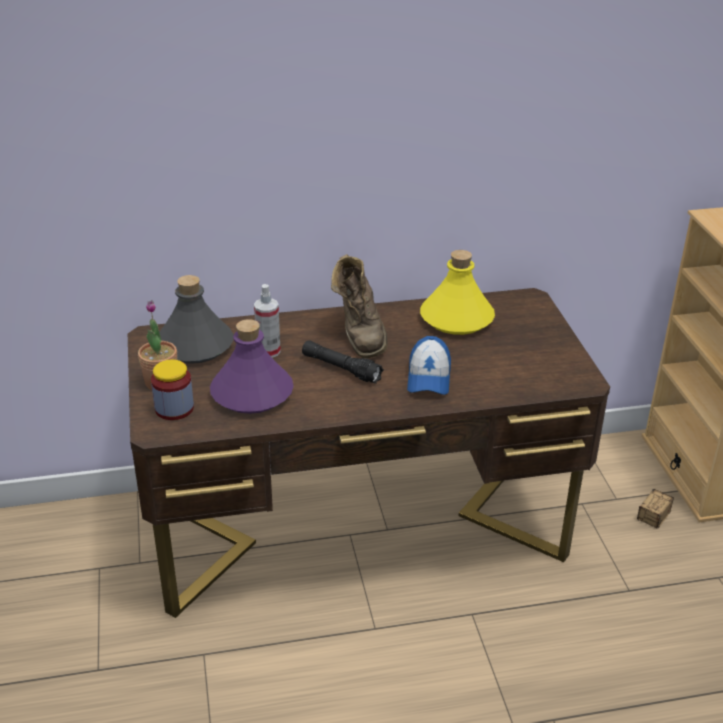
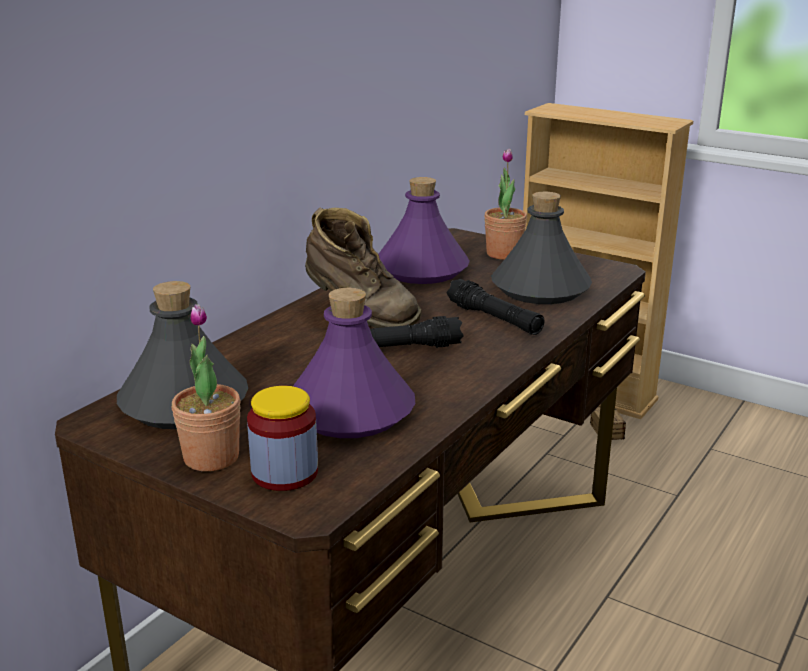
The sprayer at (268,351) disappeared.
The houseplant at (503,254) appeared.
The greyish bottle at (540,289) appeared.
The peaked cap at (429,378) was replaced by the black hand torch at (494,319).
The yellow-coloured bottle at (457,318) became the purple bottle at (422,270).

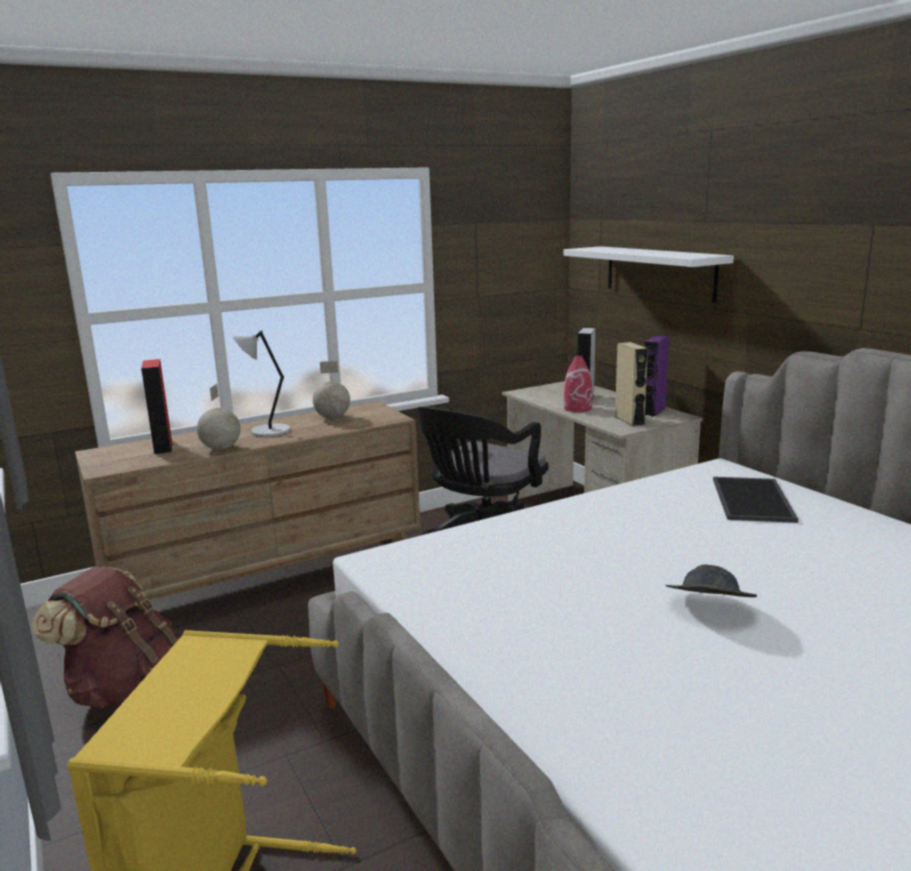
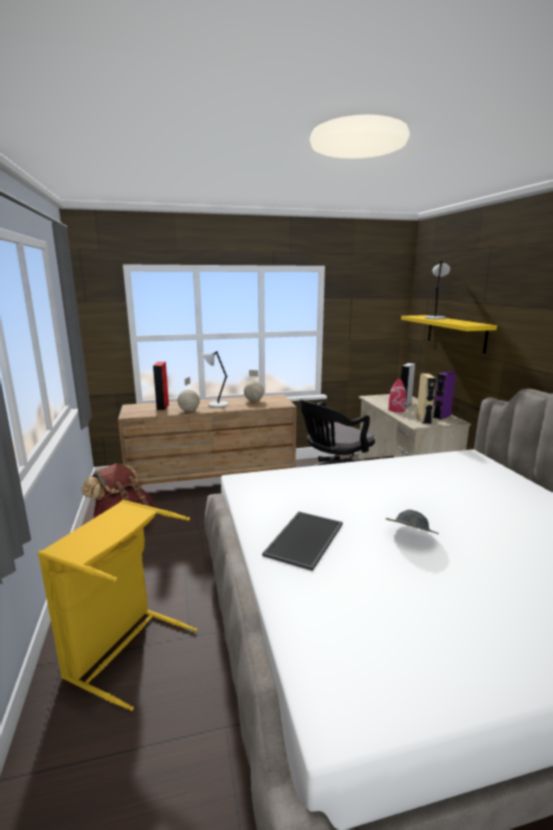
The greyish tabletop lamp at (435,318) appeared.
The serving tray moved from (754,500) to (305,540).
The white-coloured wall shelf at (659,272) became the yellow-coloured wall shelf at (455,333).

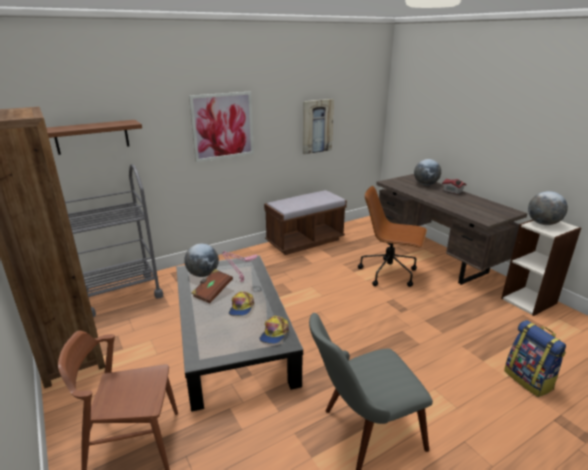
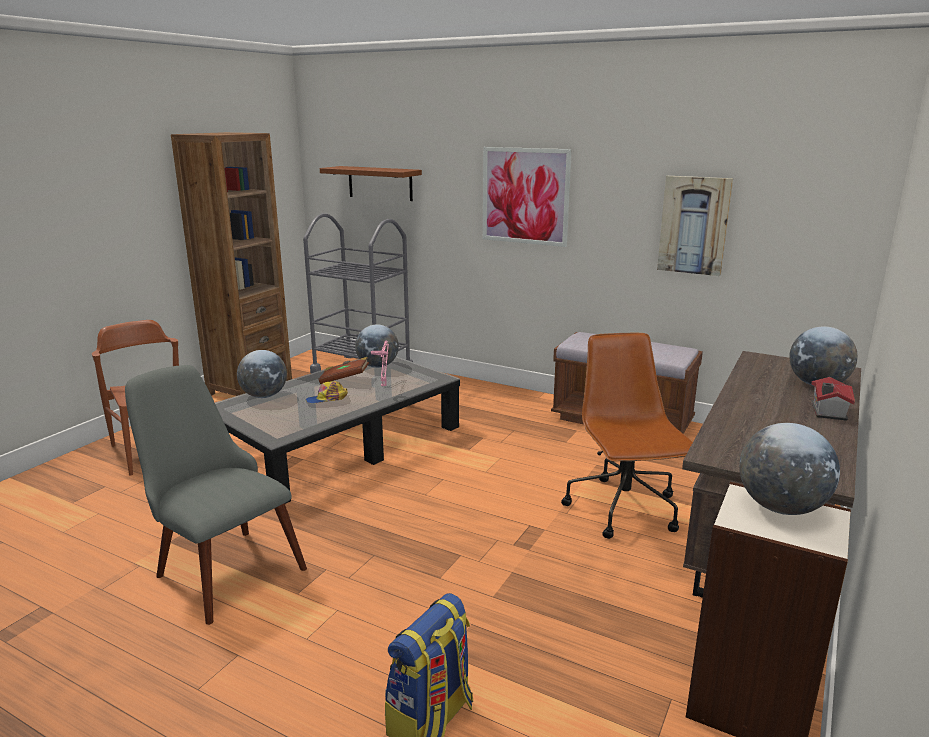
The peaked cap at (274,333) disappeared.
The globe at (264,396) appeared.

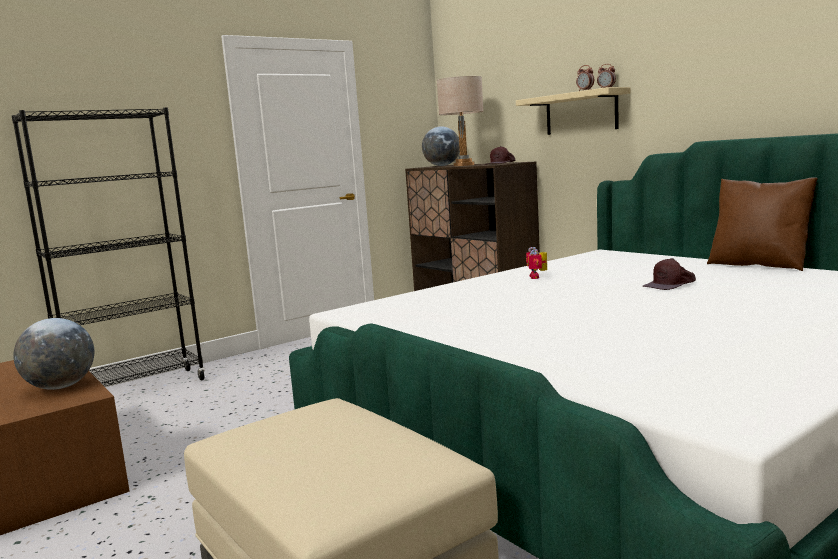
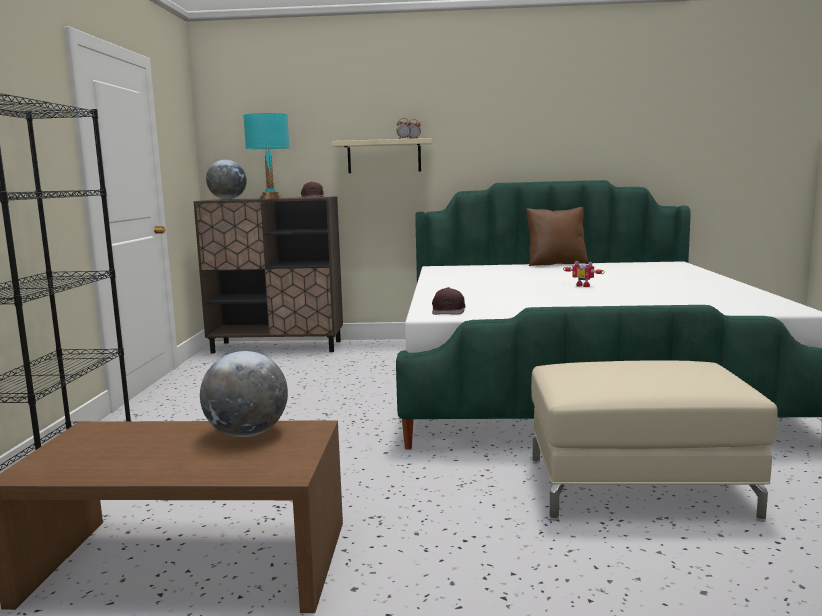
The toy robot moved from (537,277) to (584,285).
The brownish peaked cap moved from (670,285) to (449,311).
The beige tabletop lamp at (463,165) became the turquoise tabletop lamp at (270,198).

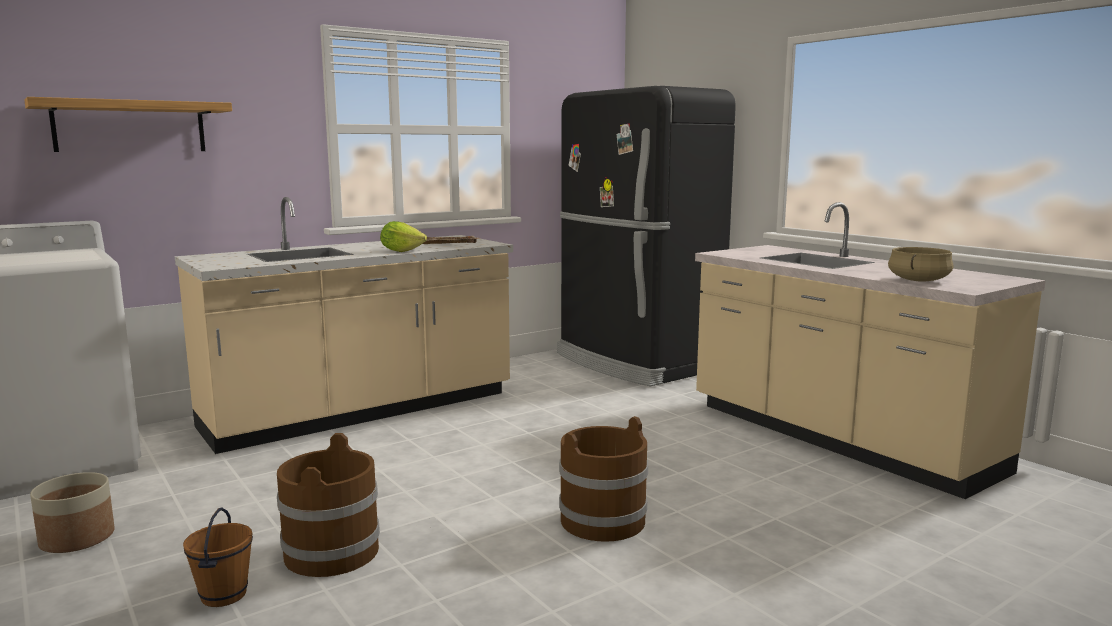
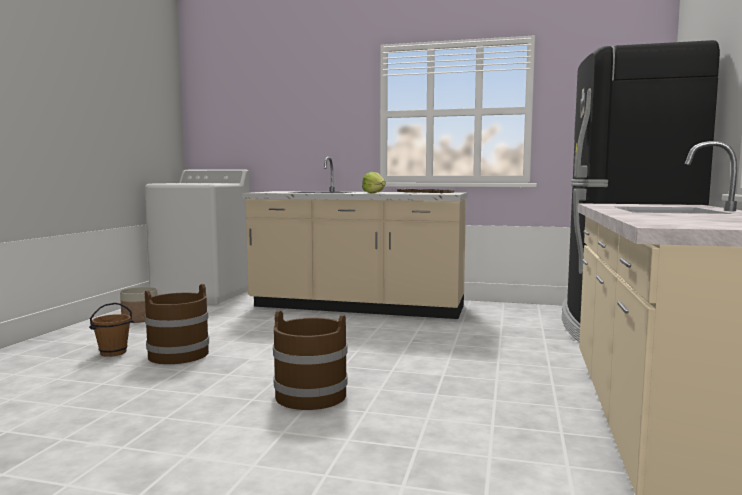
The wall shelf at (130,127) disappeared.
The beige cooking pot at (919,280) disappeared.

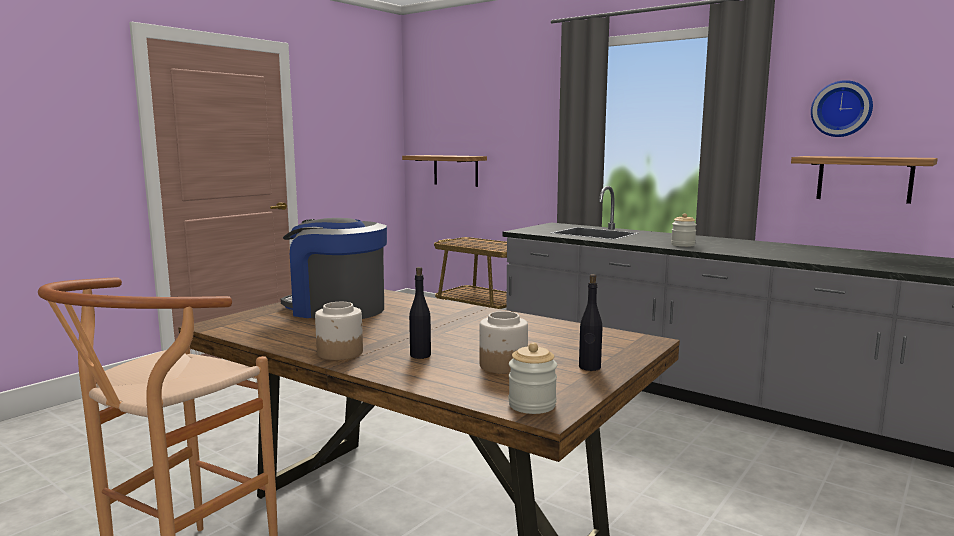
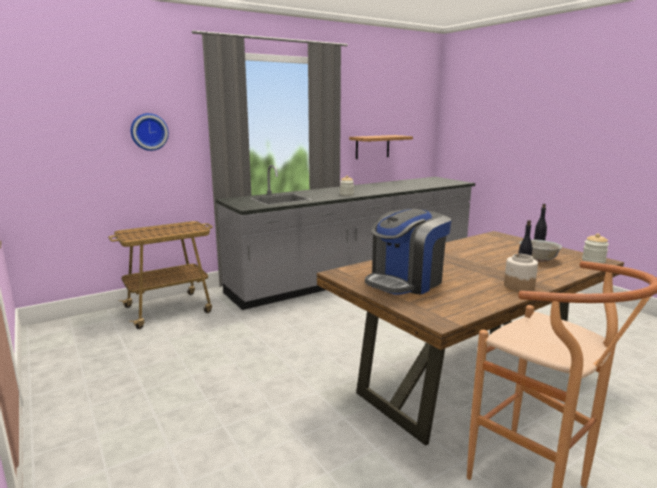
The wall shelf at (455,170) disappeared.
The wall clock moved from (841,109) to (149,132).
The jar at (502,365) was replaced by the white-coloured deep dish at (538,259).

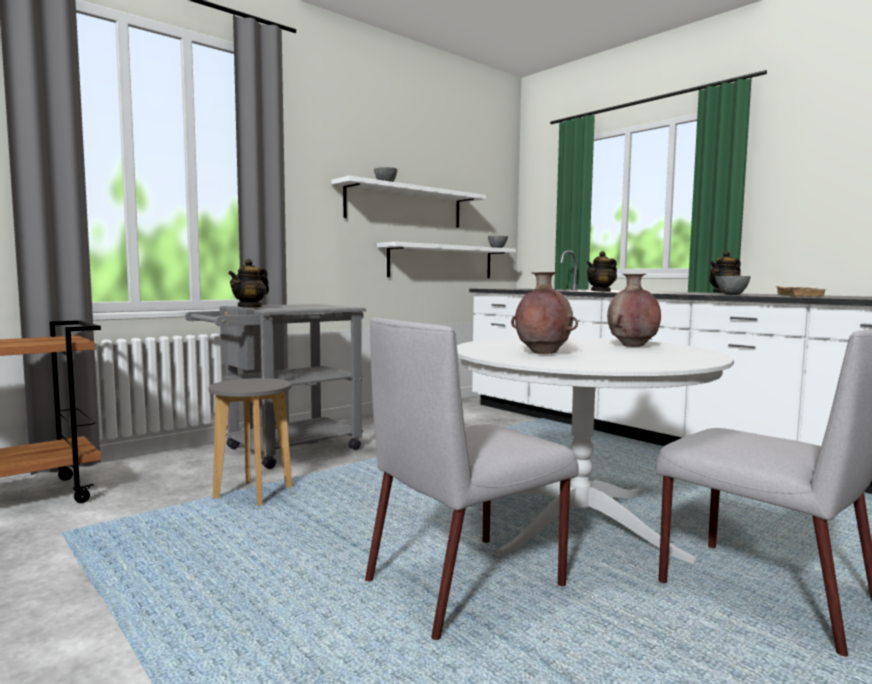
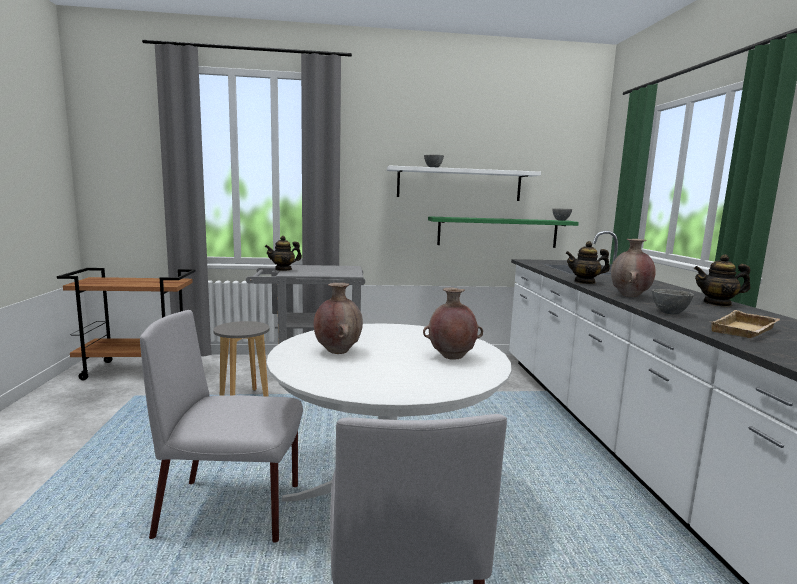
The brownish decorative vase at (630,296) appeared.
The white-coloured wall shelf at (442,262) became the green wall shelf at (497,232).

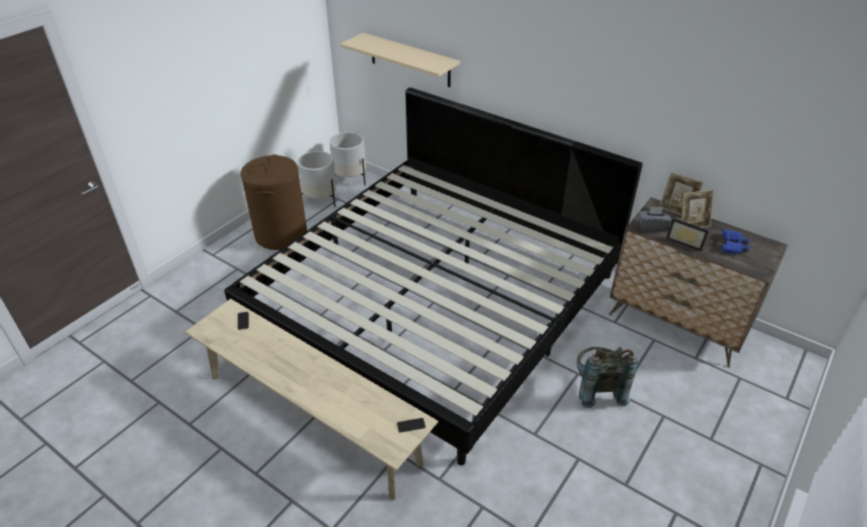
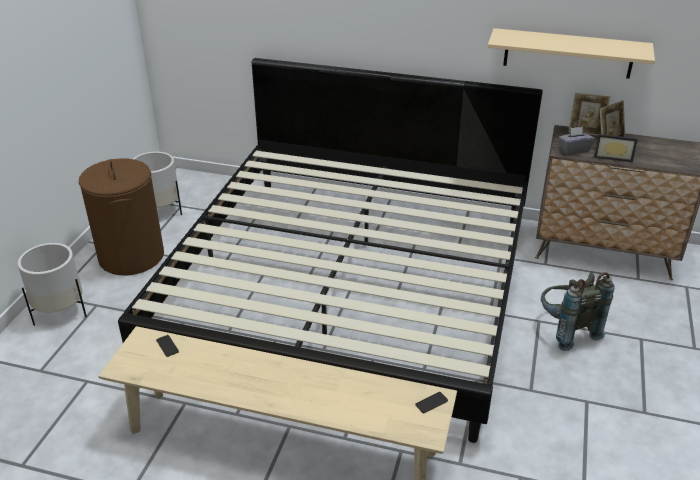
The bluish field glasses at (732,245) disappeared.
The white-coloured planter moved from (350,179) to (60,312).
The beige wall shelf moved from (410,60) to (568,53).

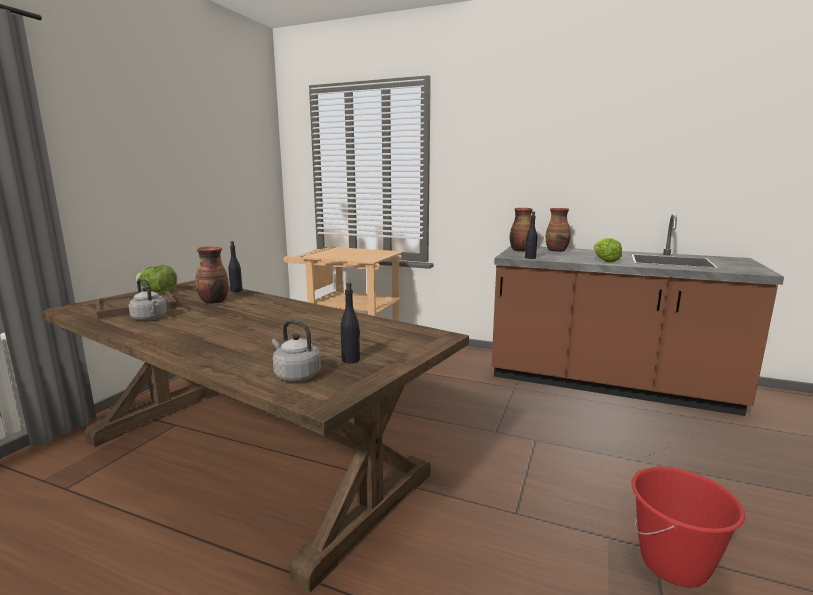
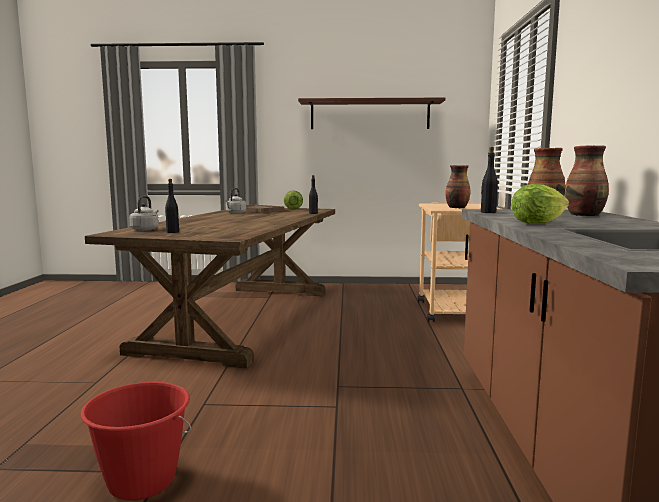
The wall shelf at (370,115) appeared.
The decorative vase moved from (213,301) to (456,208).

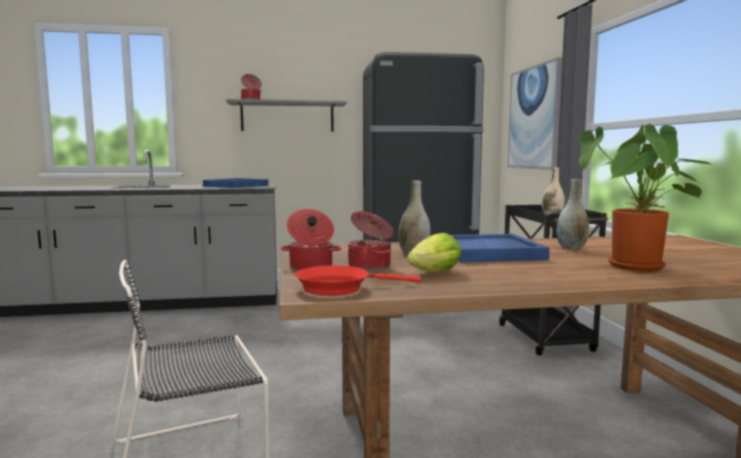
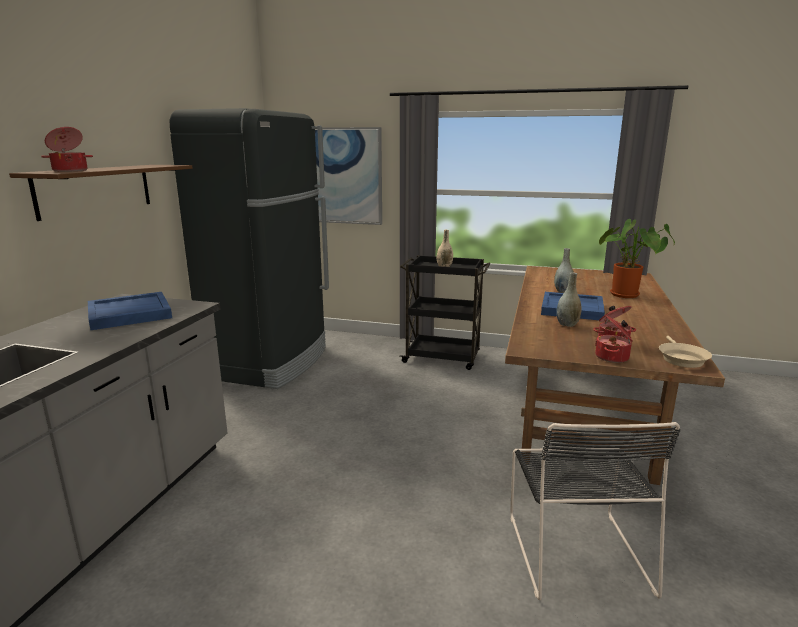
The head of lettuce at (432,273) disappeared.
The greyish wall shelf at (287,117) became the brownish wall shelf at (95,190).
The red-coloured pan at (339,288) became the beige pan at (681,358).

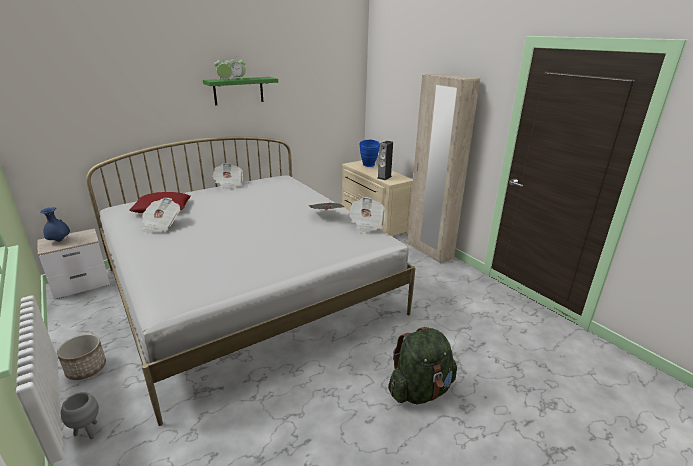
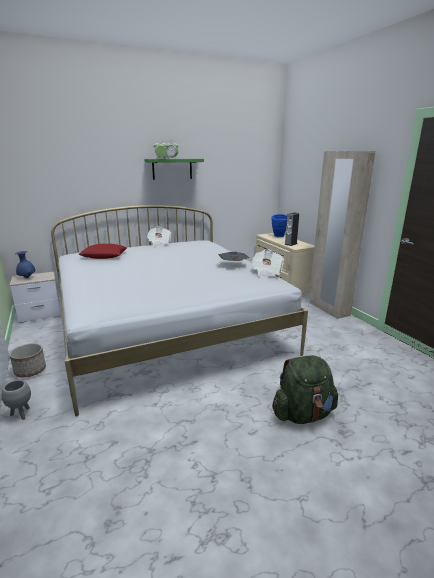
The daily paper at (160,226) disappeared.

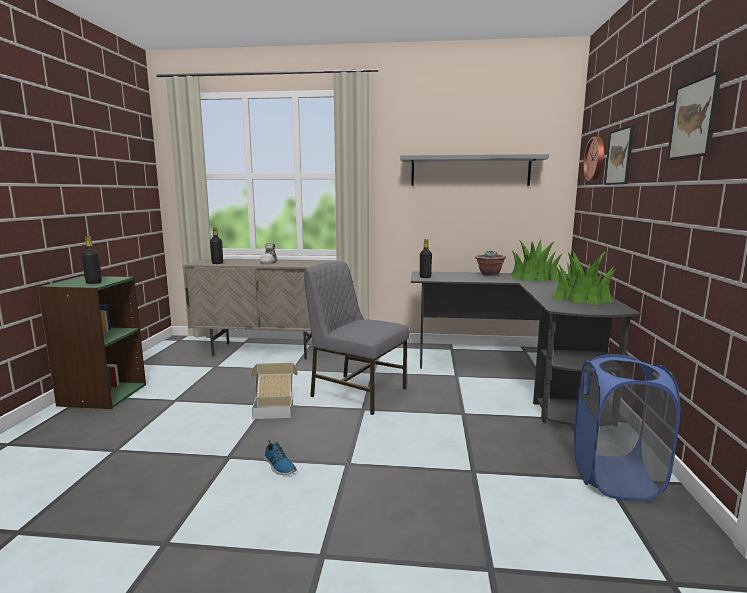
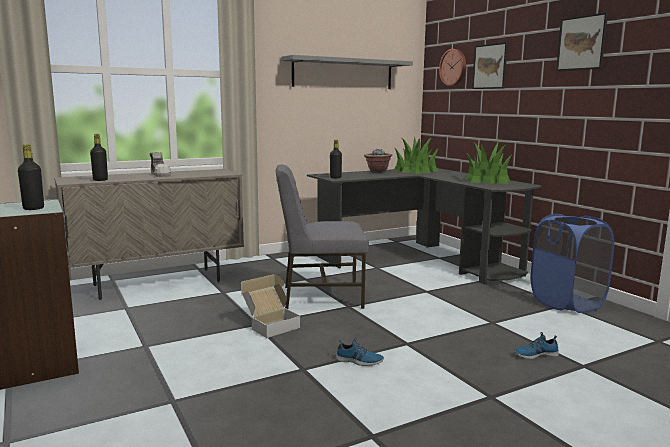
The item of footwear at (535,354) appeared.

